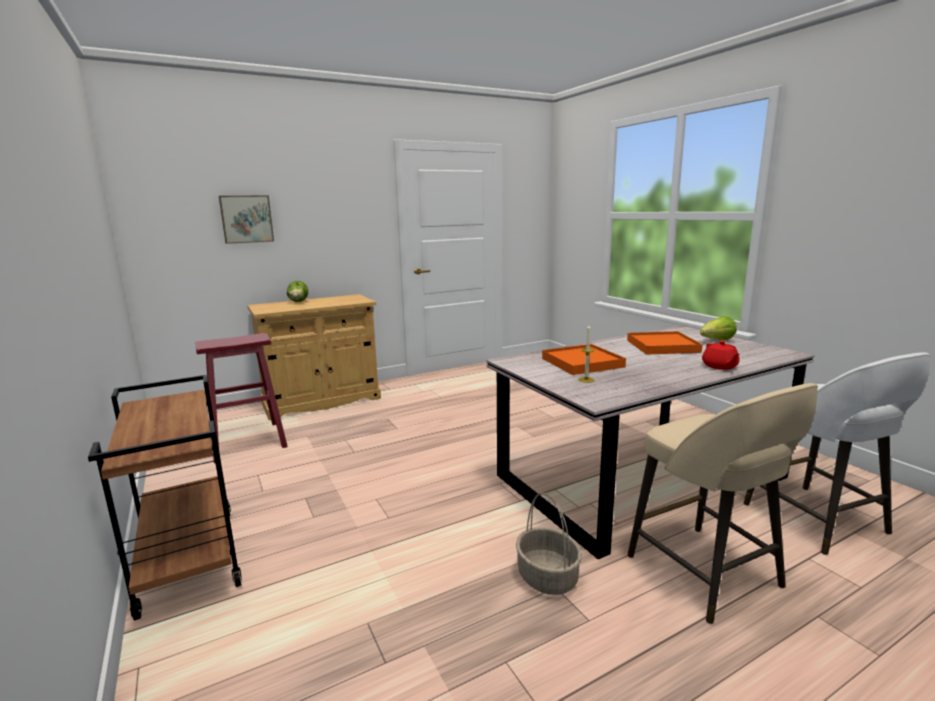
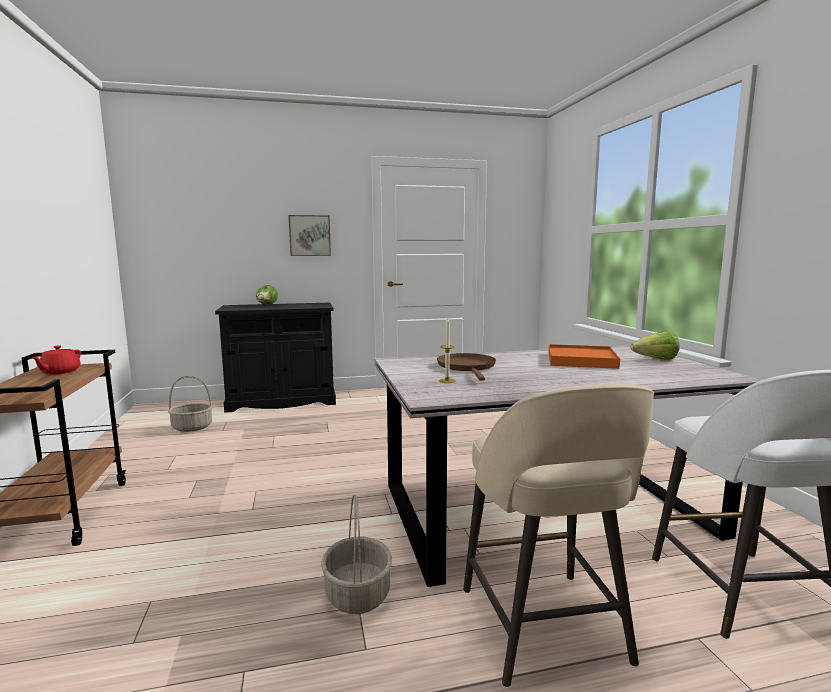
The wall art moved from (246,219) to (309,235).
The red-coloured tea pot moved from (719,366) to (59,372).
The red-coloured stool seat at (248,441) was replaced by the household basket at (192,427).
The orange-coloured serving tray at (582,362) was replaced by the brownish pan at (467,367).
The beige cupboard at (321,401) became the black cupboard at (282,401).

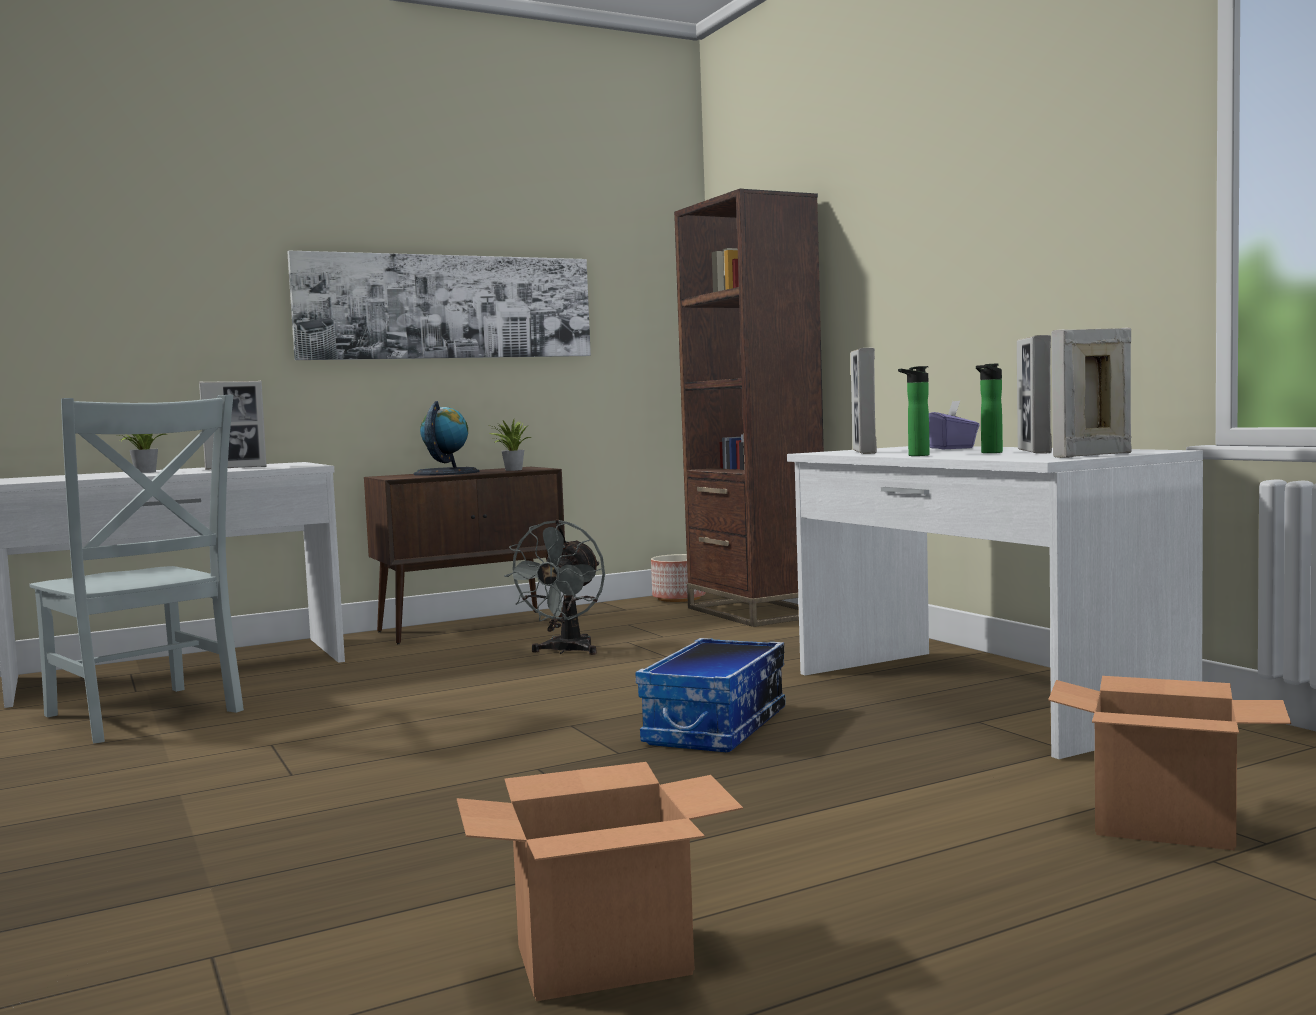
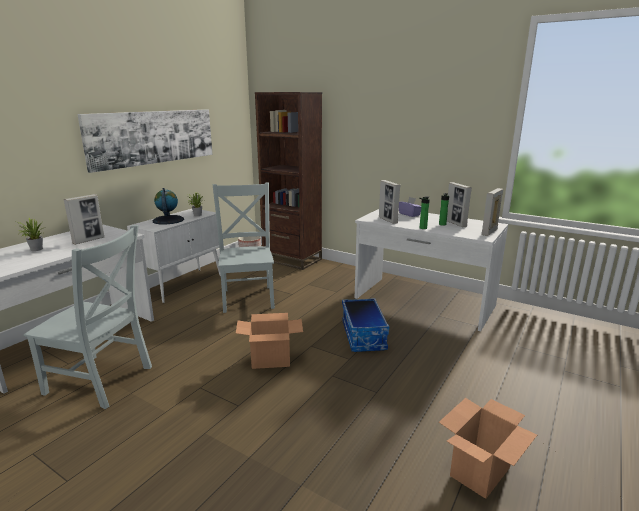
The packing box moved from (1166,826) to (271,359).
The greyish fan at (565,651) was replaced by the greyish upright chair at (248,297).
The brownish cupboard at (473,627) became the white-coloured cupboard at (183,285).

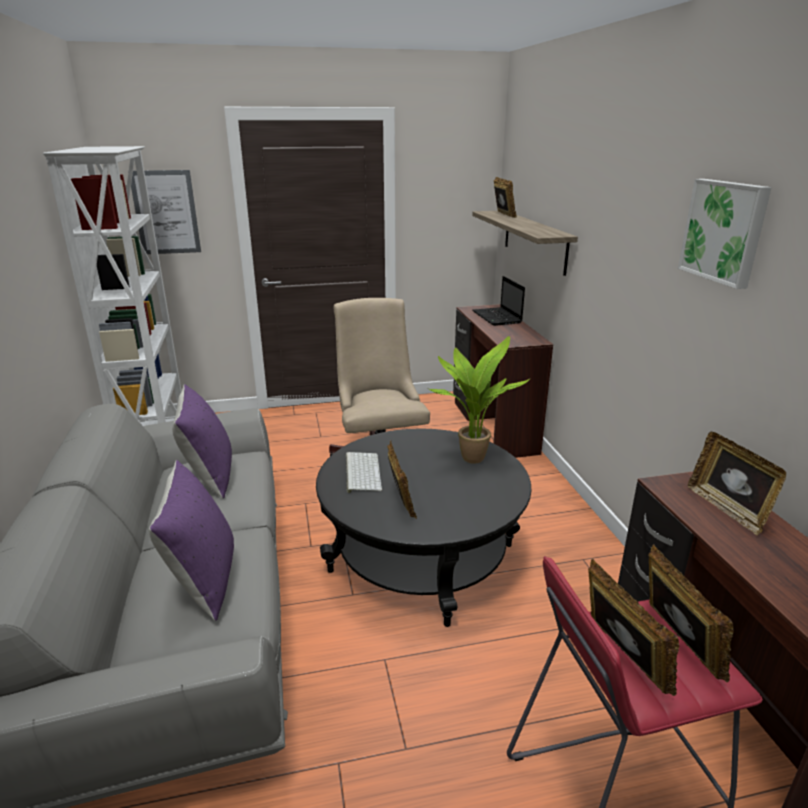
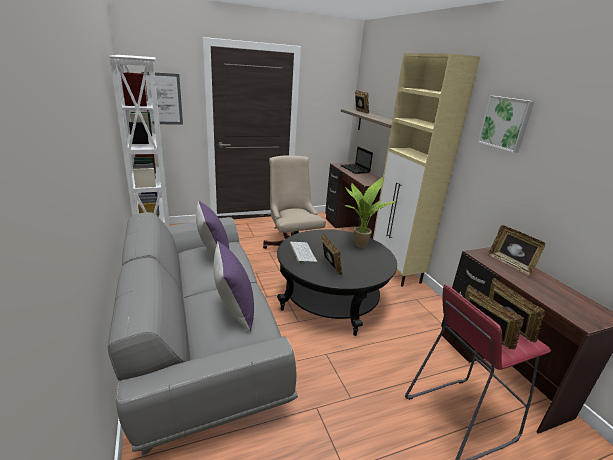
The beige cupboard at (396,270) appeared.

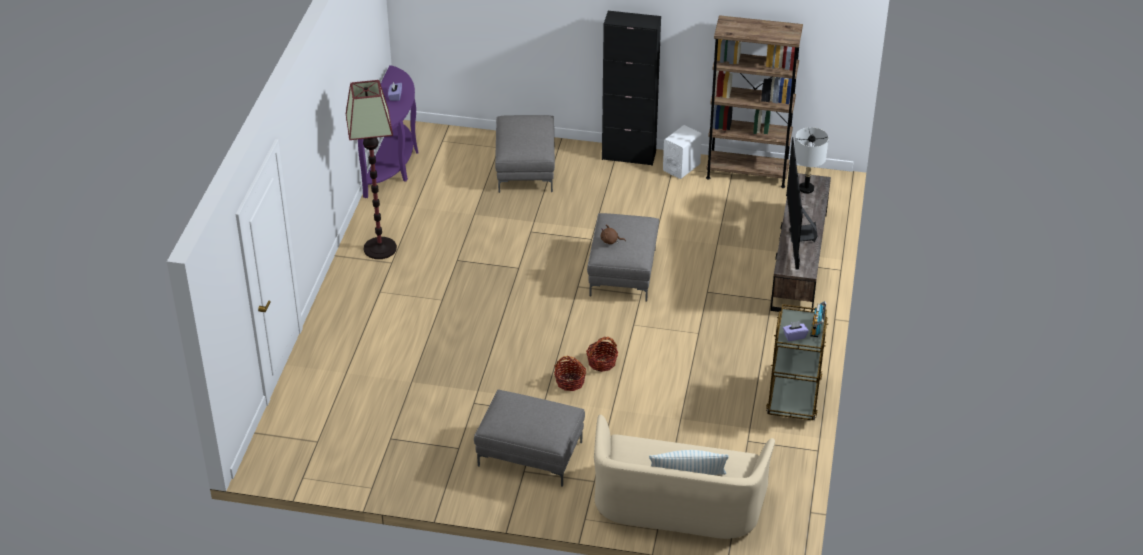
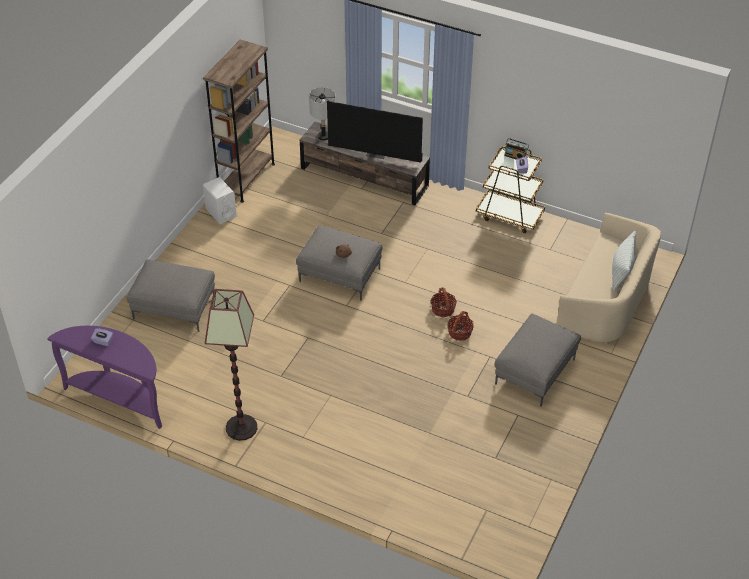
The black cupboard at (628,156) disappeared.

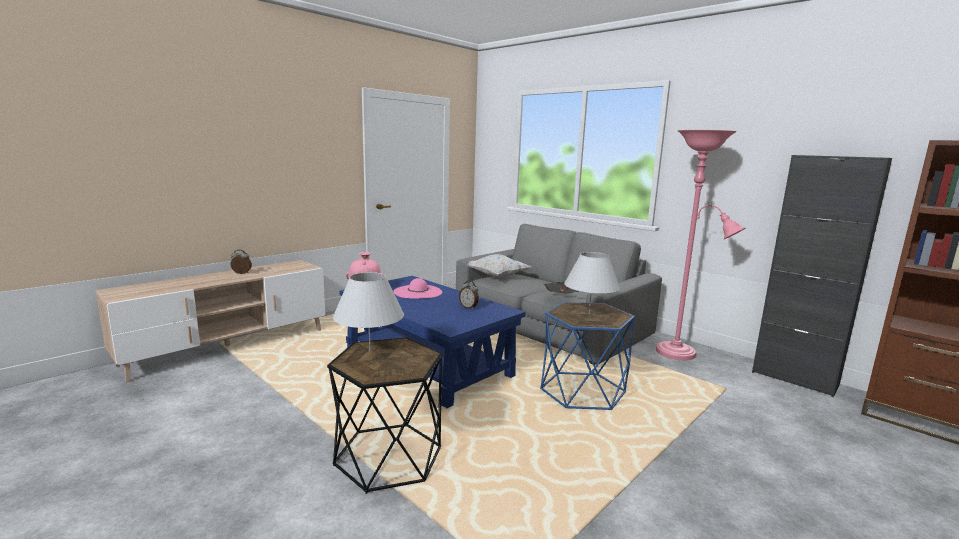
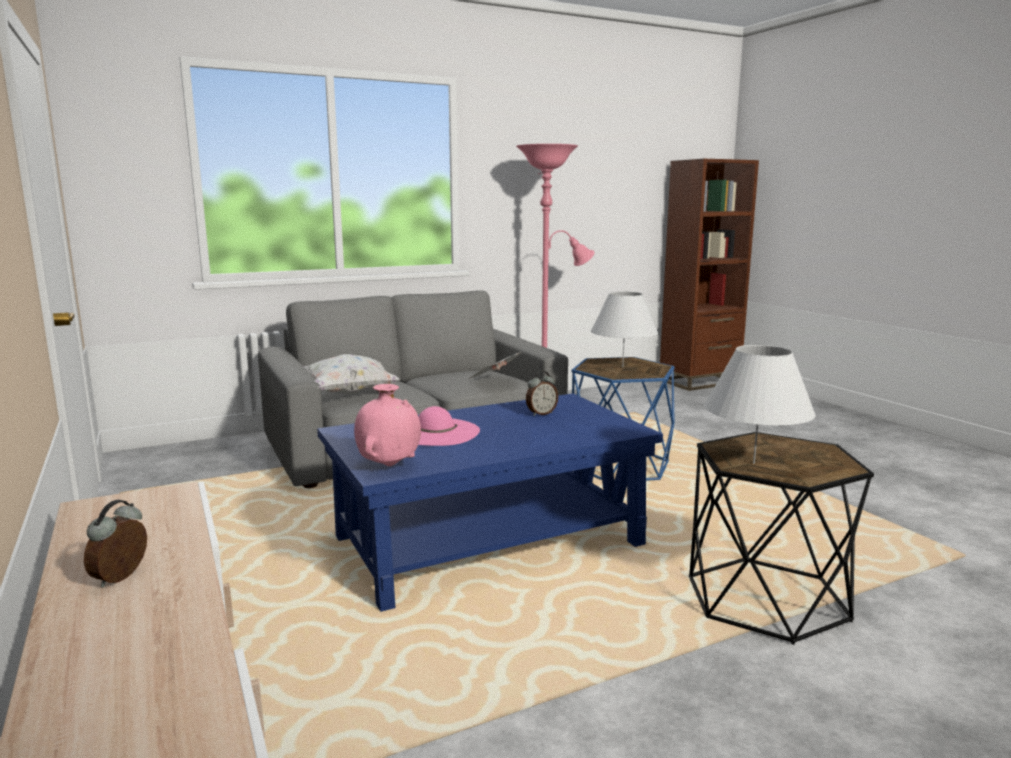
The black cupboard at (794,379) disappeared.

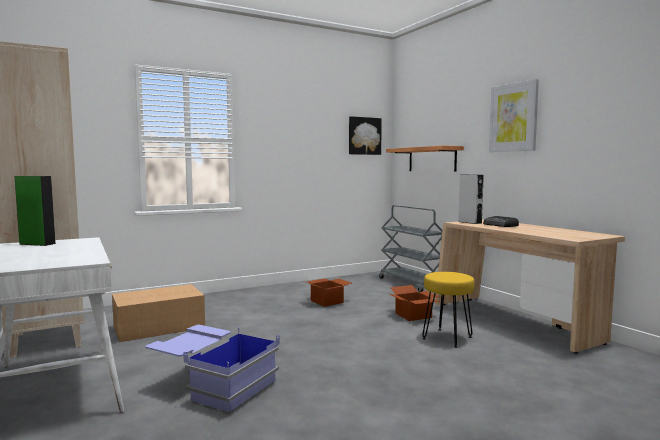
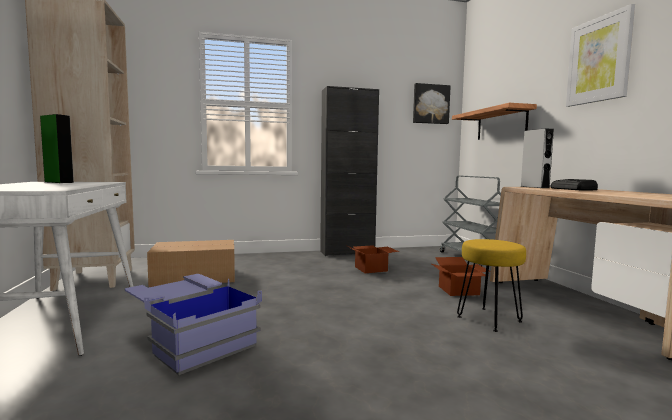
The black cupboard at (347,252) appeared.

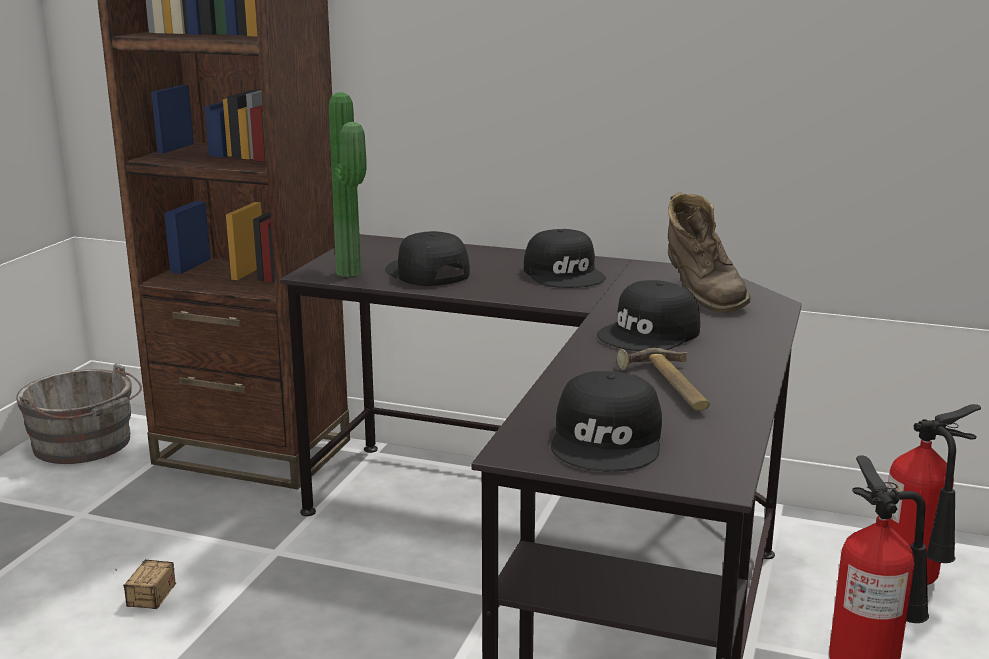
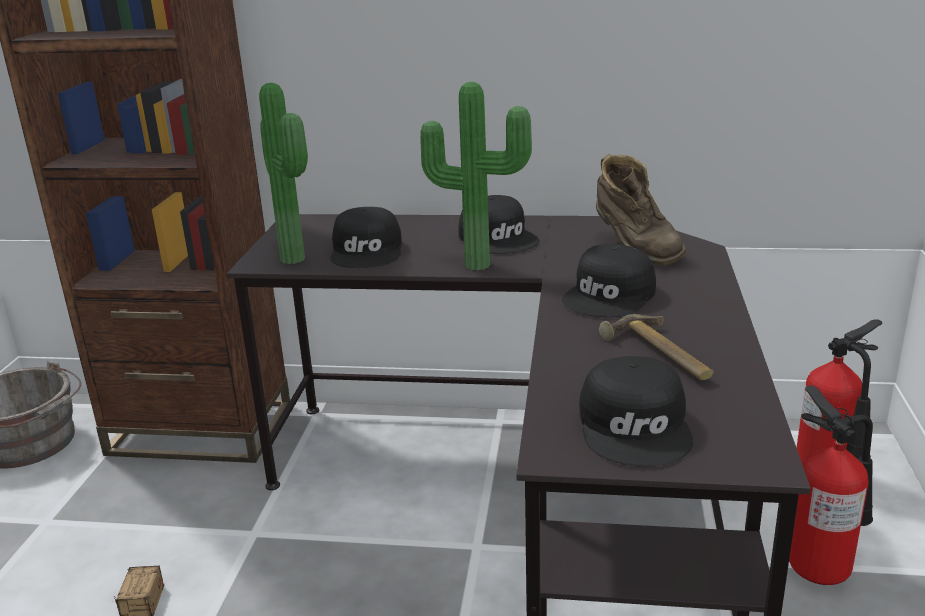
The houseplant at (478,263) appeared.
The black peaked cap at (426,273) turned 135 degrees counterclockwise.

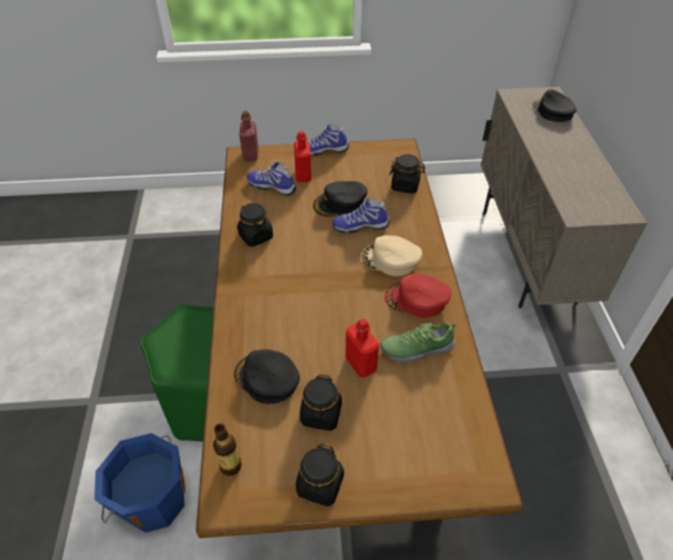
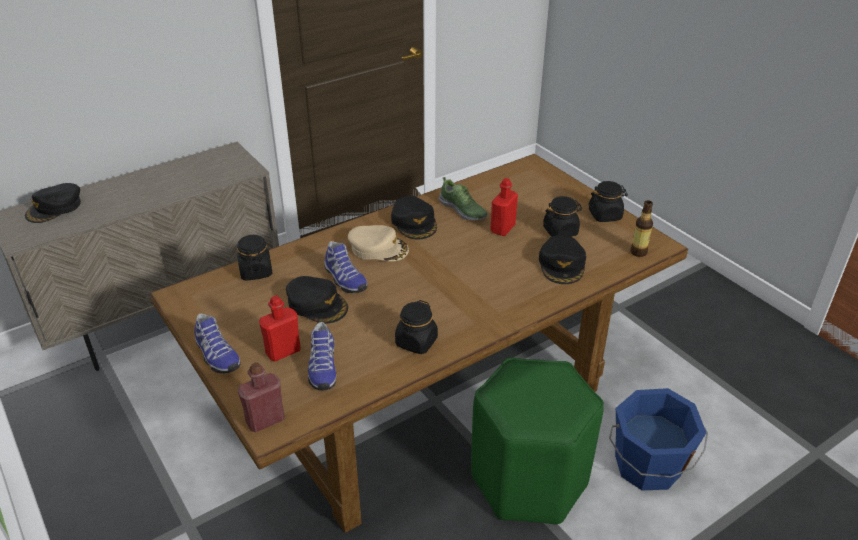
The red-coloured peaked cap at (416,300) became the black peaked cap at (414,223).
The beige peaked cap at (390,260) turned 60 degrees counterclockwise.

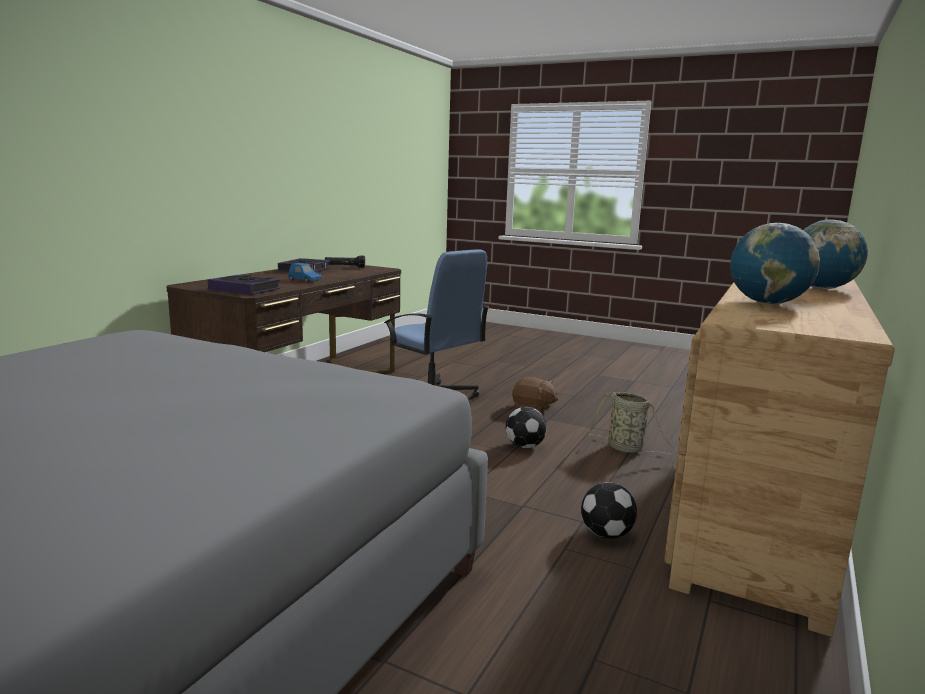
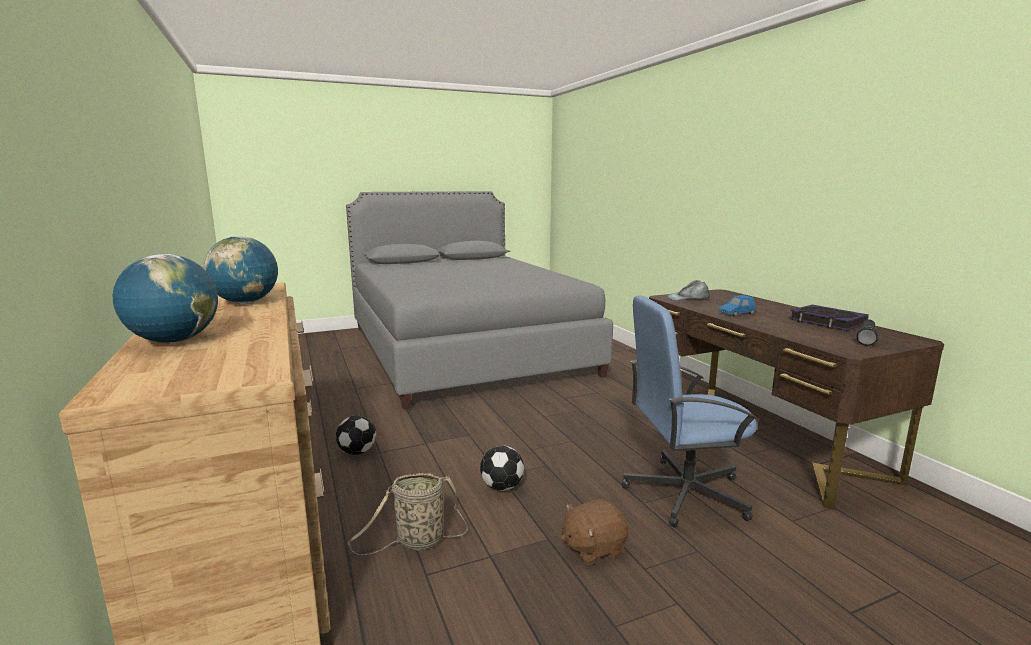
The book at (244,289) was replaced by the greyish peaked cap at (688,298).

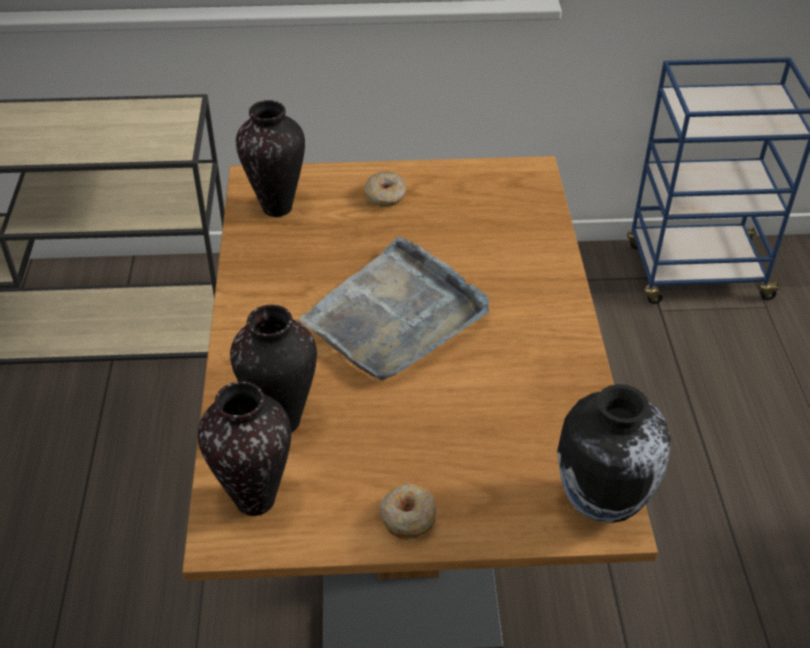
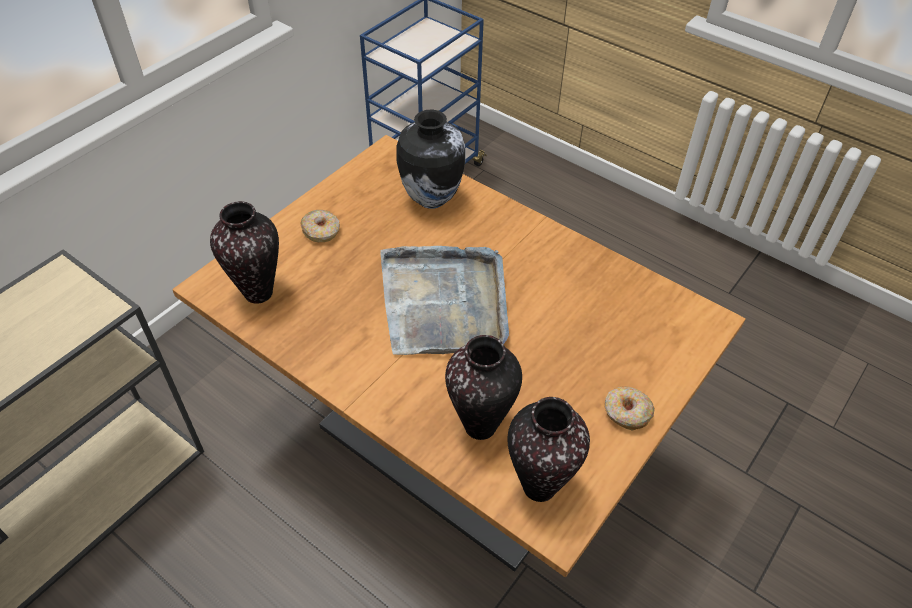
The decorative vase moved from (602,503) to (431,199).

